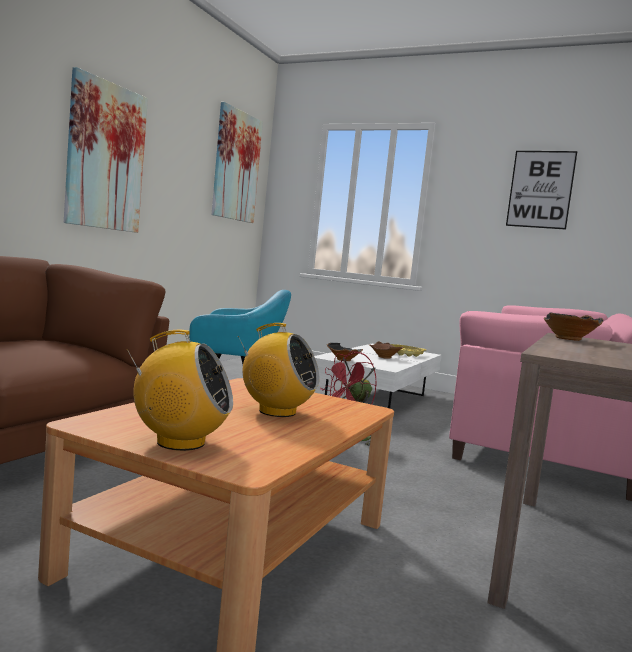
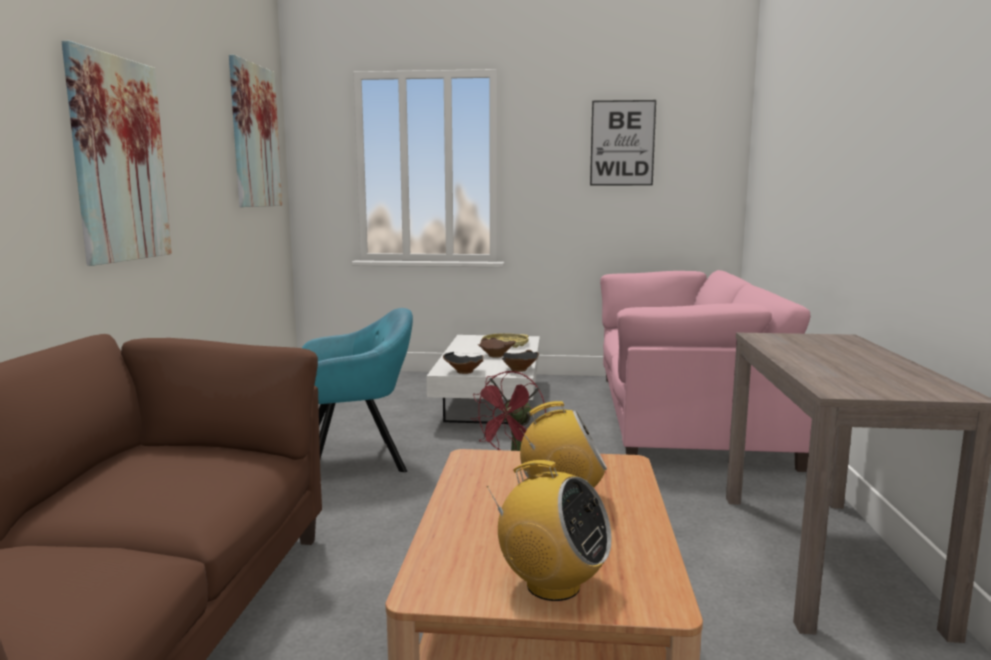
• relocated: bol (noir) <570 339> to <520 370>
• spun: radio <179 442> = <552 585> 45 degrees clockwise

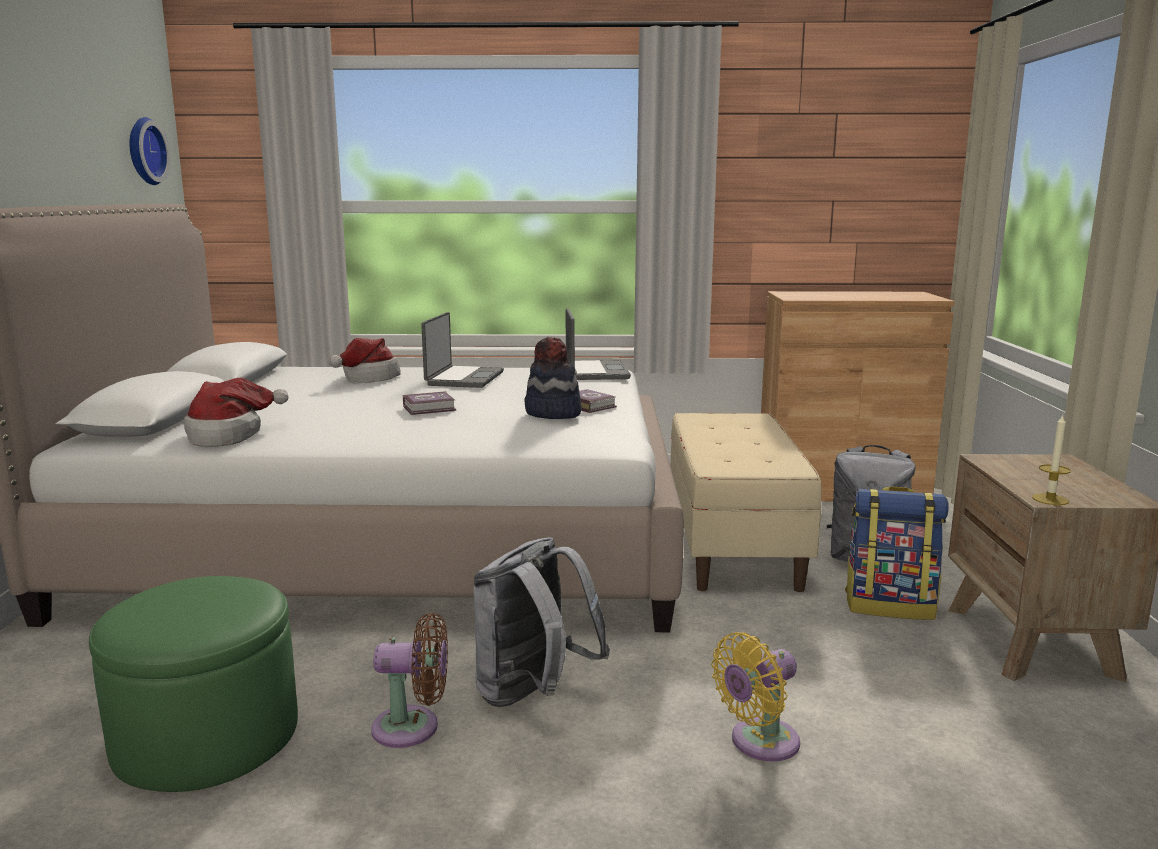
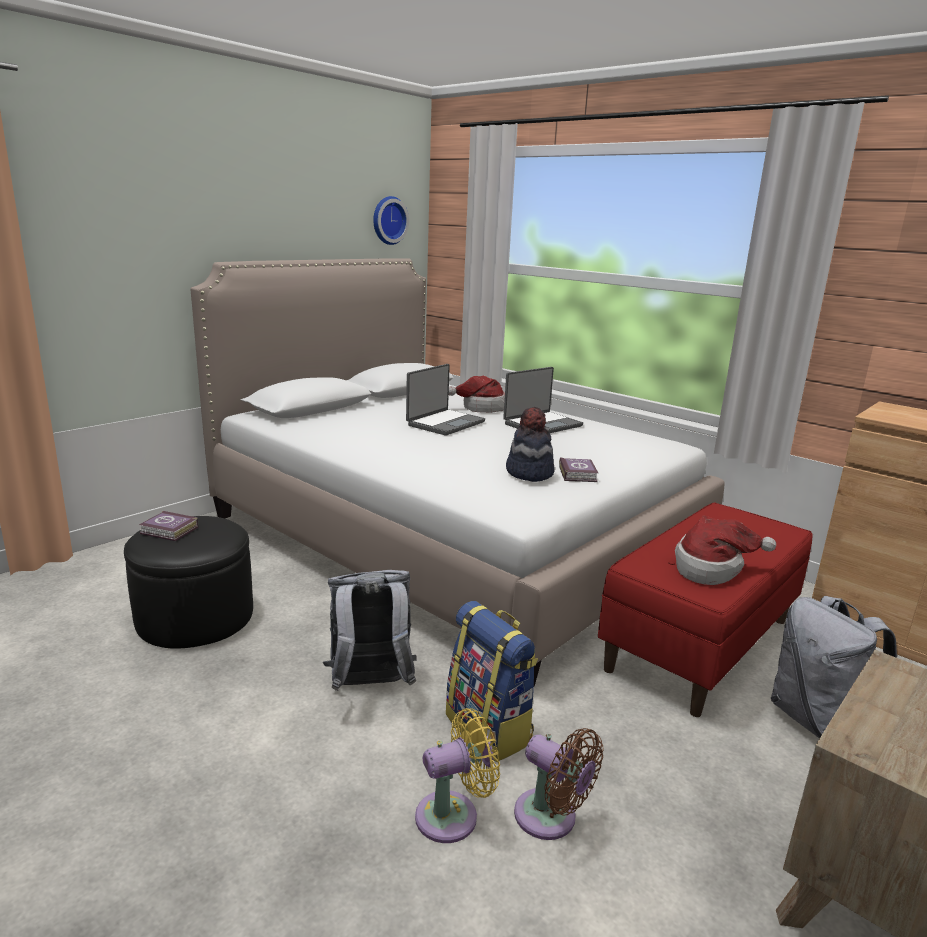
• missing: bougie <1050 499>
• relocated: chapeau <229 435> to <711 568>
• relocated: ventilateur (marron) <413 727> to <551 819>
• relocated: livre <431 408> to <169 531>
• relocated: ordinateur portable <595 372> to <445 423>
• relocated: sac à dos <890 605> to <490 728>
• colour: pouf (vert) <206 736> to pouf (noir) <195 617>
• colour: banc (beige) <732 543> to banc (rouge) <699 643>
• spun: ventilateur (jaune) <759 743> = <453 815> 150 degrees clockwise

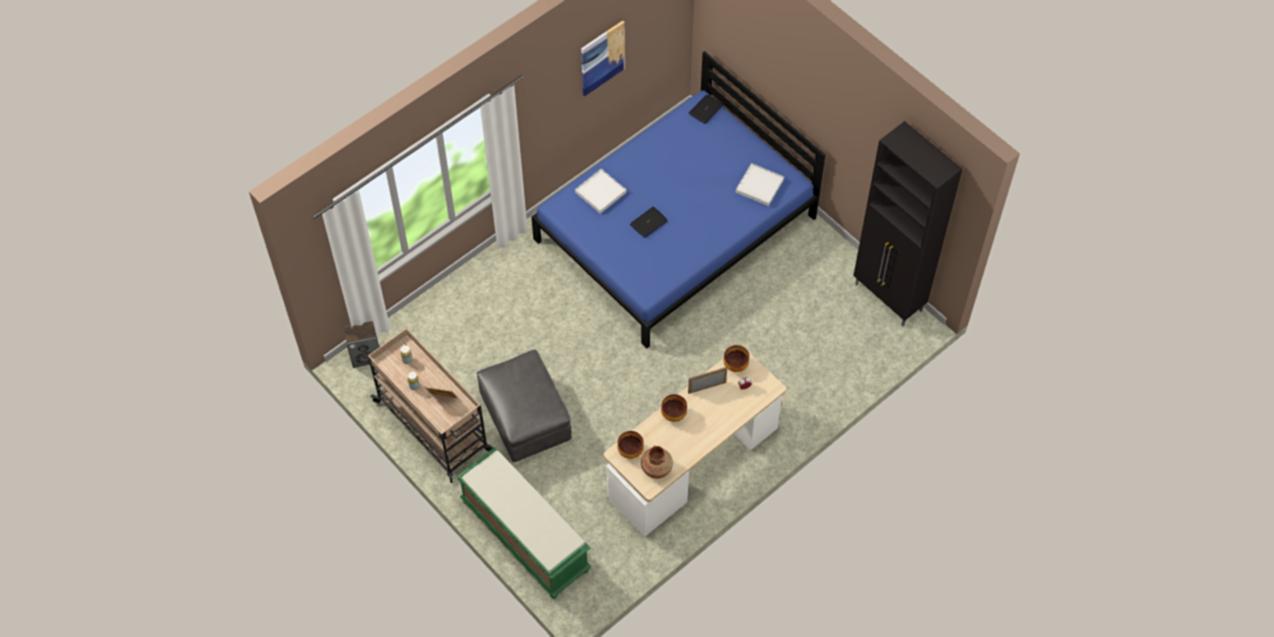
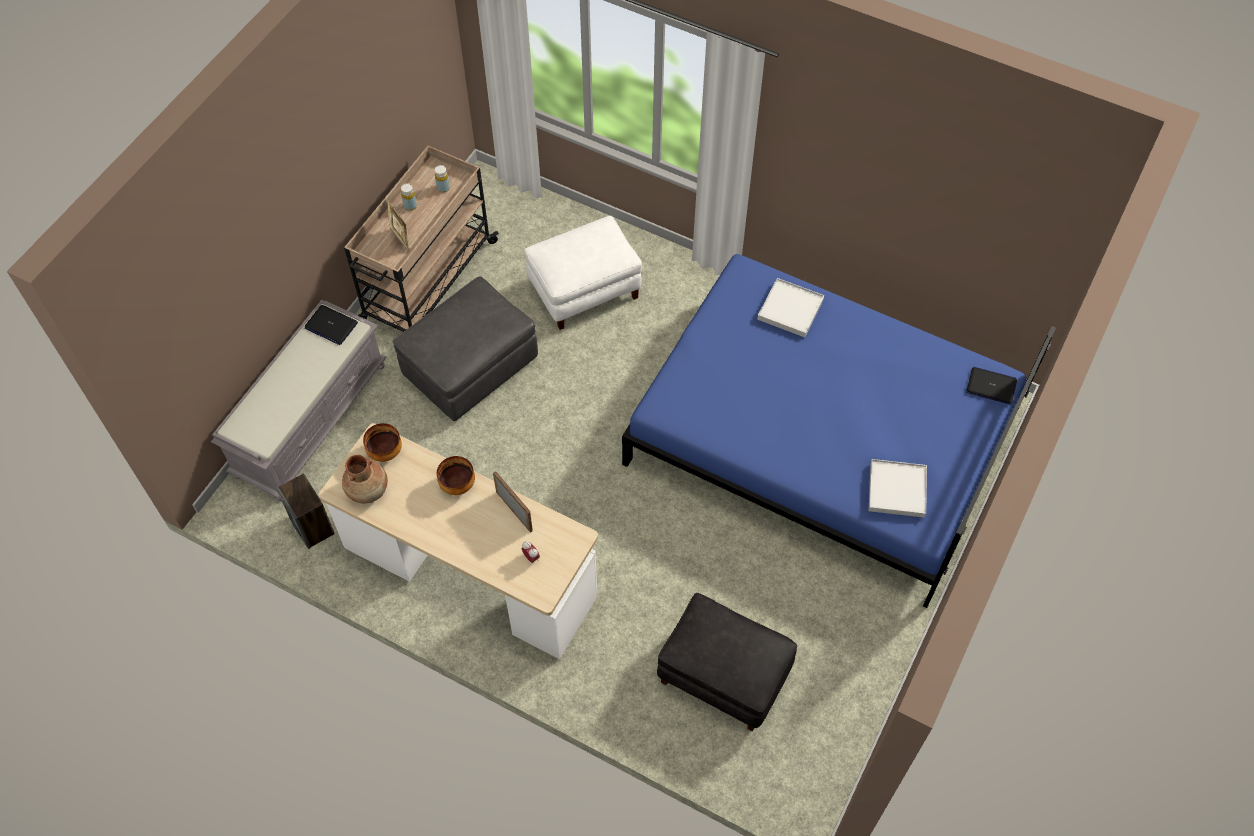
• missing: tableau <602 57>
• missing: bol <735 365>
• missing: meuble de rangement (noir) <888 298>
• appeared: pouf (blanc) <585 289>
• appeared: pouf (noir) <723 675>
• relocated: enceinte <366 356> to <312 526>
• relocated: ordinateur portable <648 223> to <331 325>
• colour: banc (vert) <524 535> to banc (gris) <310 418>

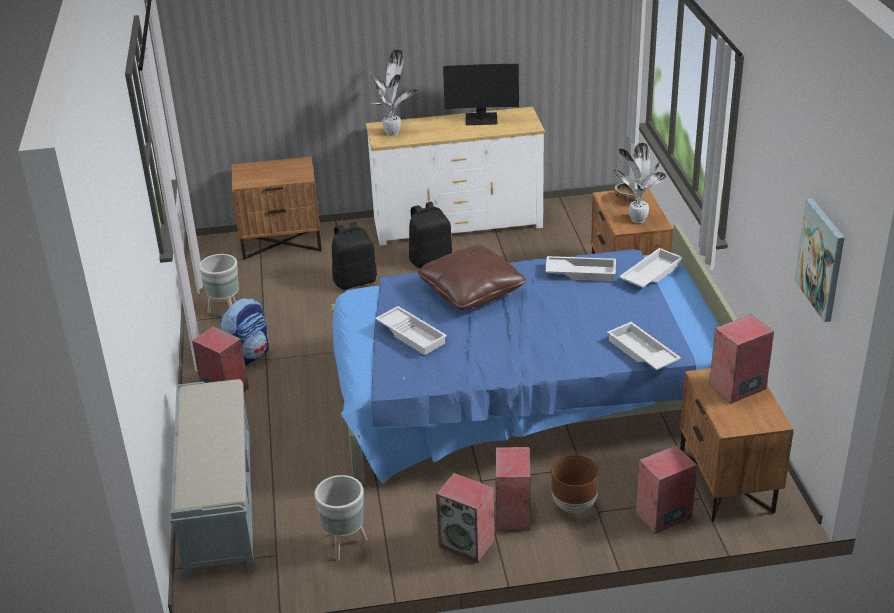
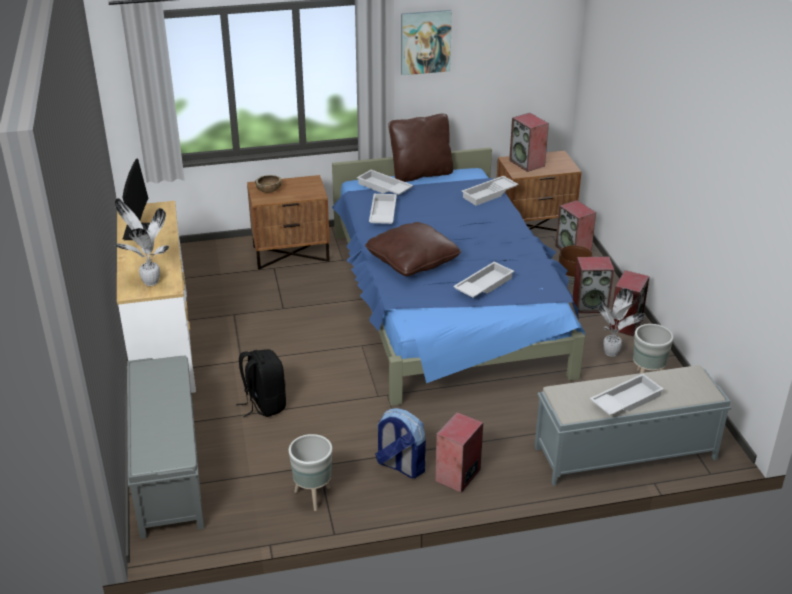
• missing: sac à dos (noir) <430 260>
• appeared: coussin (marron) <421 174>
• appeared: plateau (blanc) <625 400>
• relocated: plante en pot <636 220> to <612 353>
• relocated: tableau <821 259> to <425 42>
• exchanged: table de chevet (marron) <281 242> to banc (gris) <168 469>

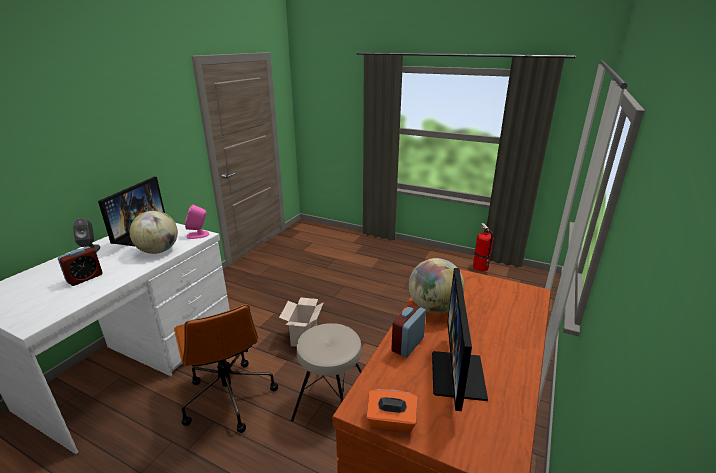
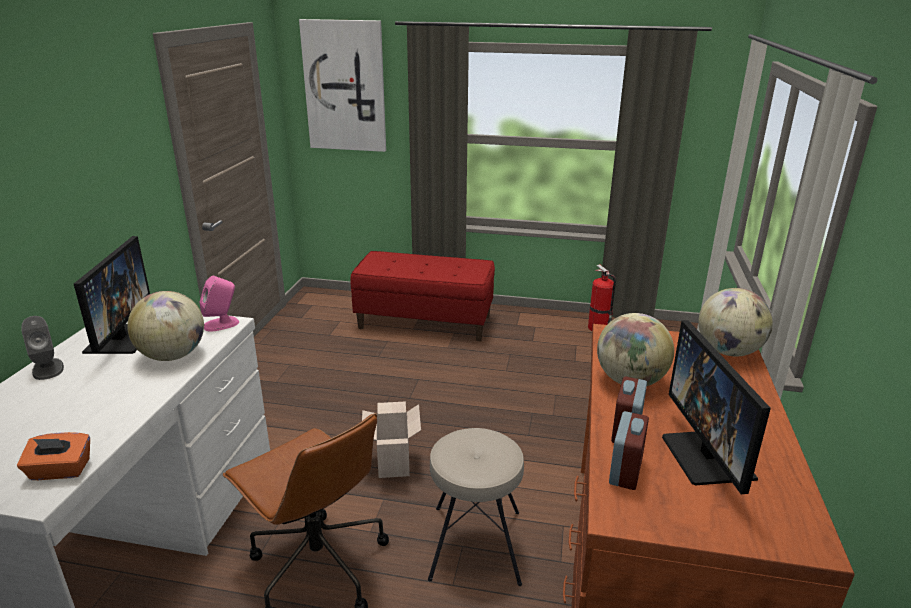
• appeared: tableau <345 86>
• appeared: banc (rouge) <425 322>
• appeared: globe <728 351>
• relocated: réveil <85 278> to <625 471>
• relocated: boîte à mouchoirs (orange) <391 422> to <60 471>

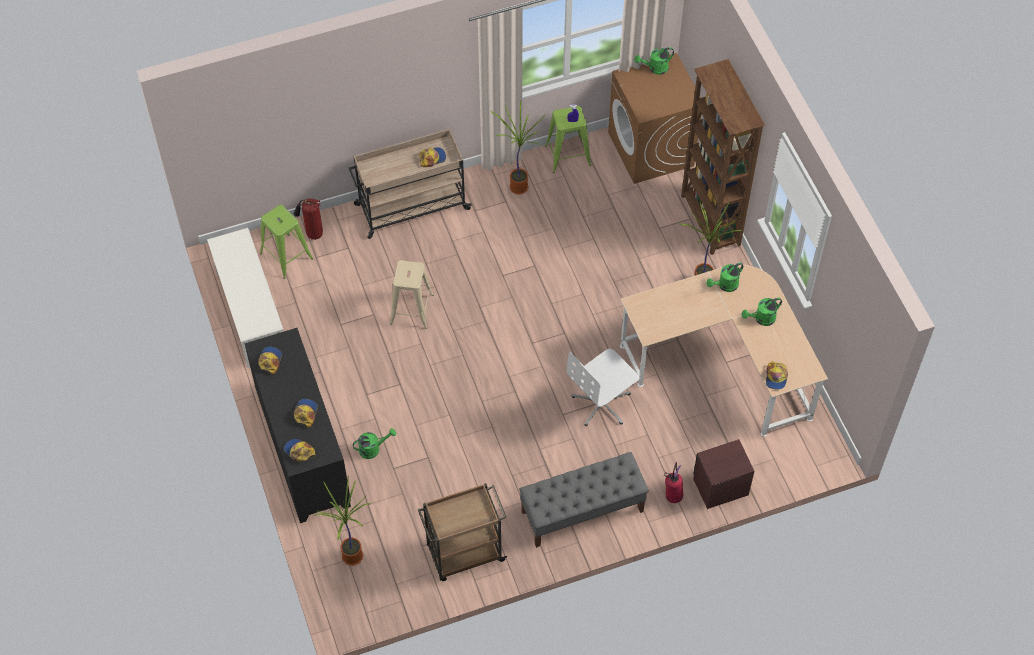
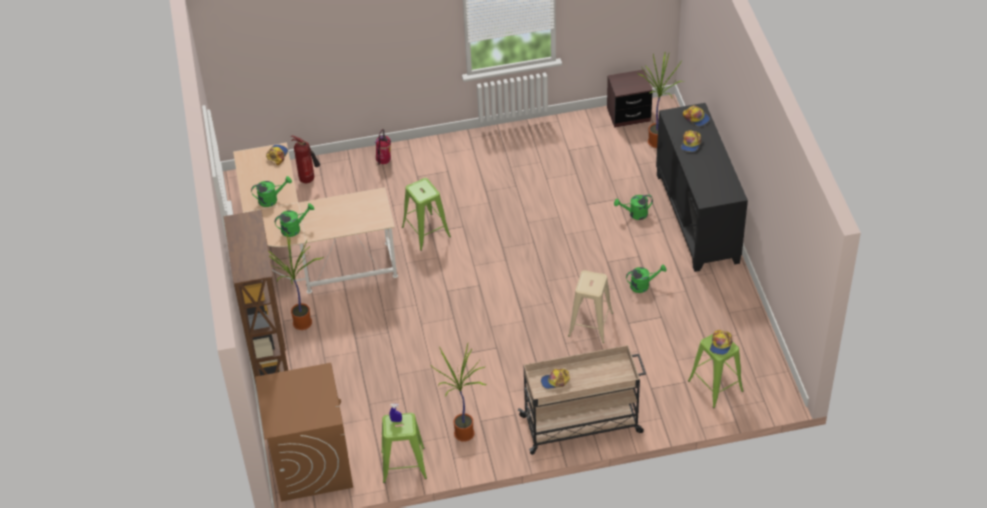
• missing: étagère à chaussures (blanc) <251 314>
• missing: chariot (marron) <464 554>
• missing: banc (gris) <582 512>
• relocated: casquette <270 361> to <721 344>
• relocated: extincteur <312 234> to <309 180>
• relocated: arrosoir (vert) <655 68> to <643 285>
• relocated: table de chevet (marron) <720 486> to <628 115>
• exchanged: chaise de bureau (blanc) <602 403> to tabouret (vert) <426 231>

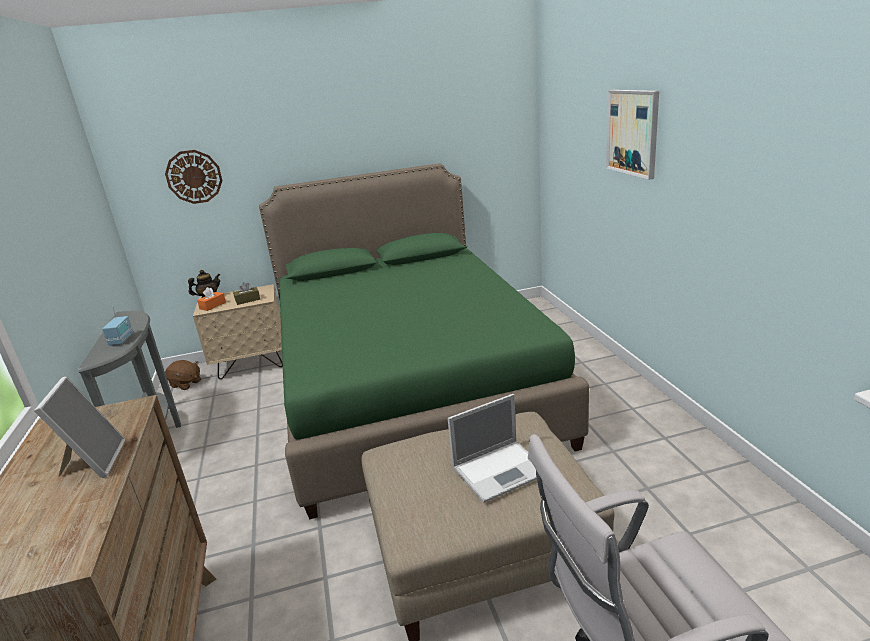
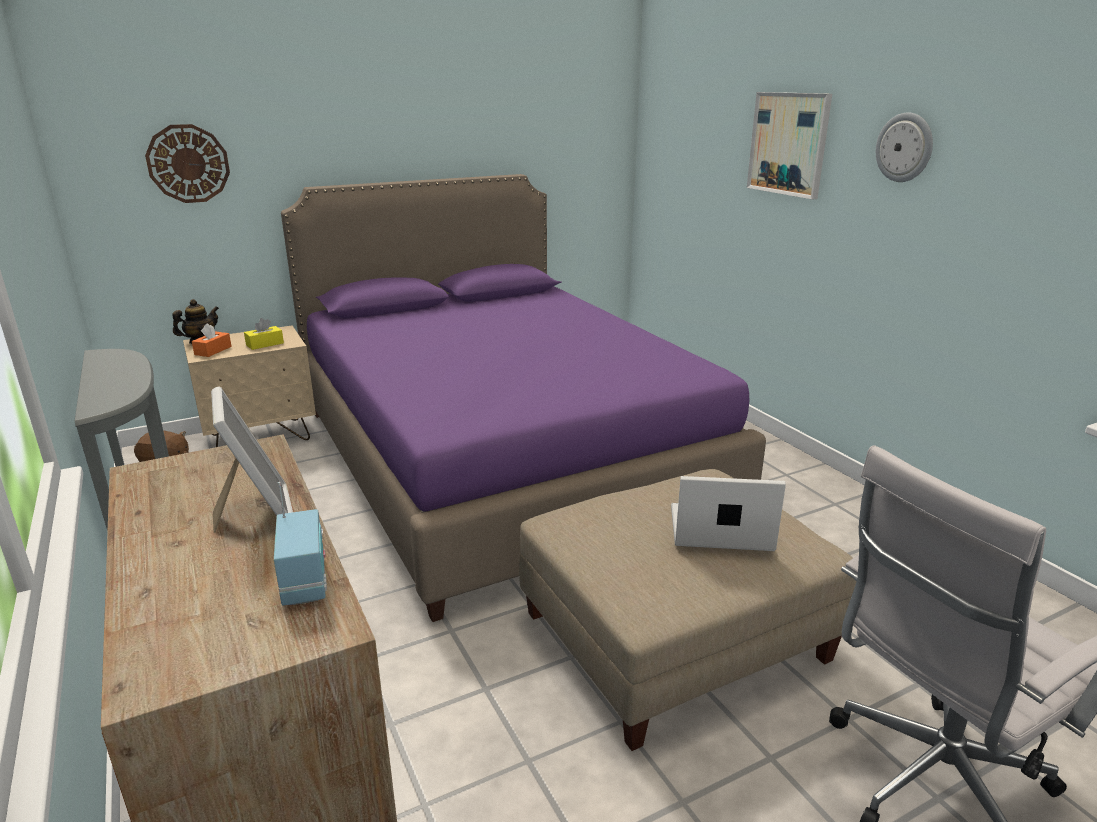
• appeared: horloge murale <905 147>
• relocated: radio <122 340> to <305 581>
• colour: boîte à mouchoirs (marron) <248 300> to boîte à mouchoirs (jaune) <265 344>
• colour: lit (vert) <408 388> to lit (violet) <501 460>
• spun: ordinateur portable <501 470> = <718 529> 135 degrees counterclockwise

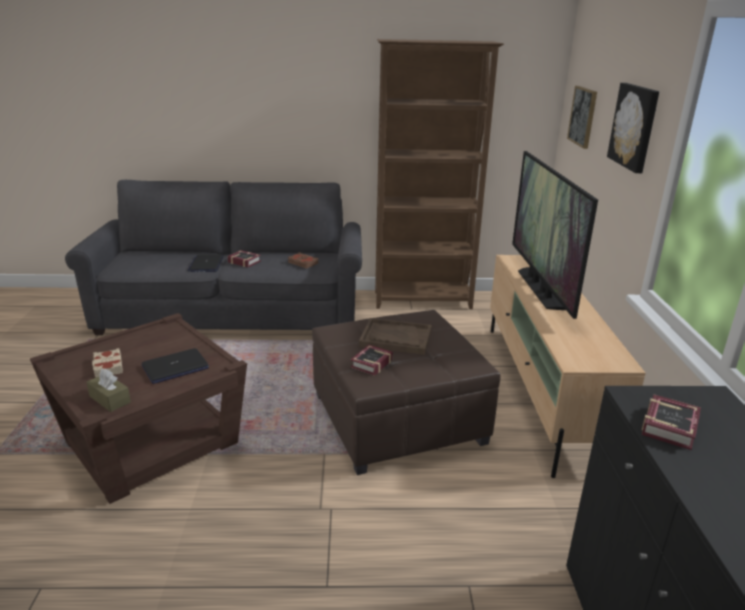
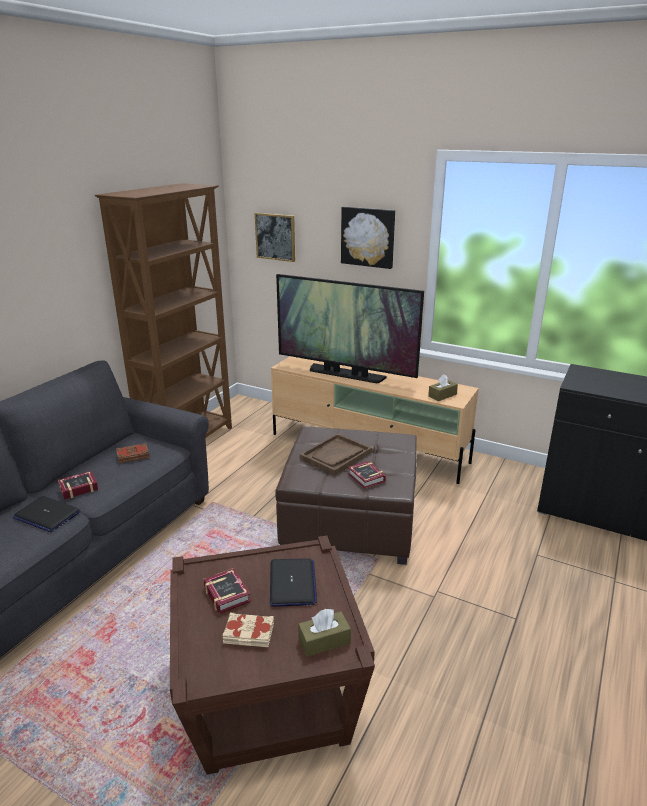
• appeared: boîte à mouchoirs (marron) <442 395>
• relocated: livre <672 426> to <227 592>

